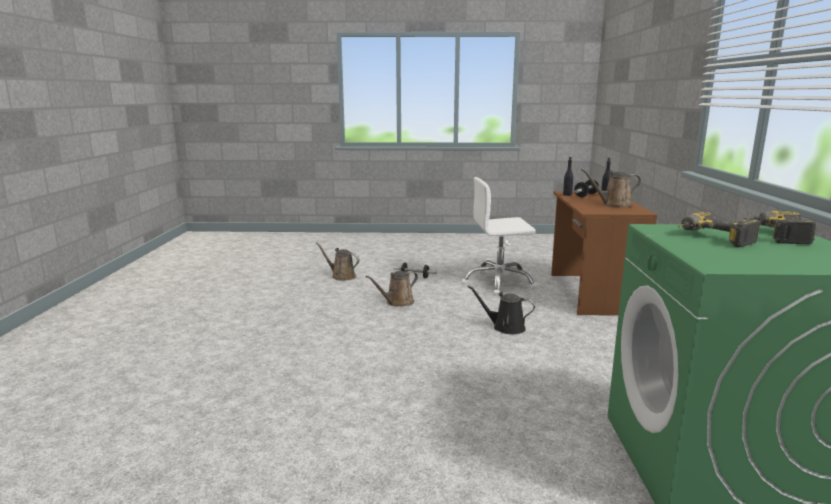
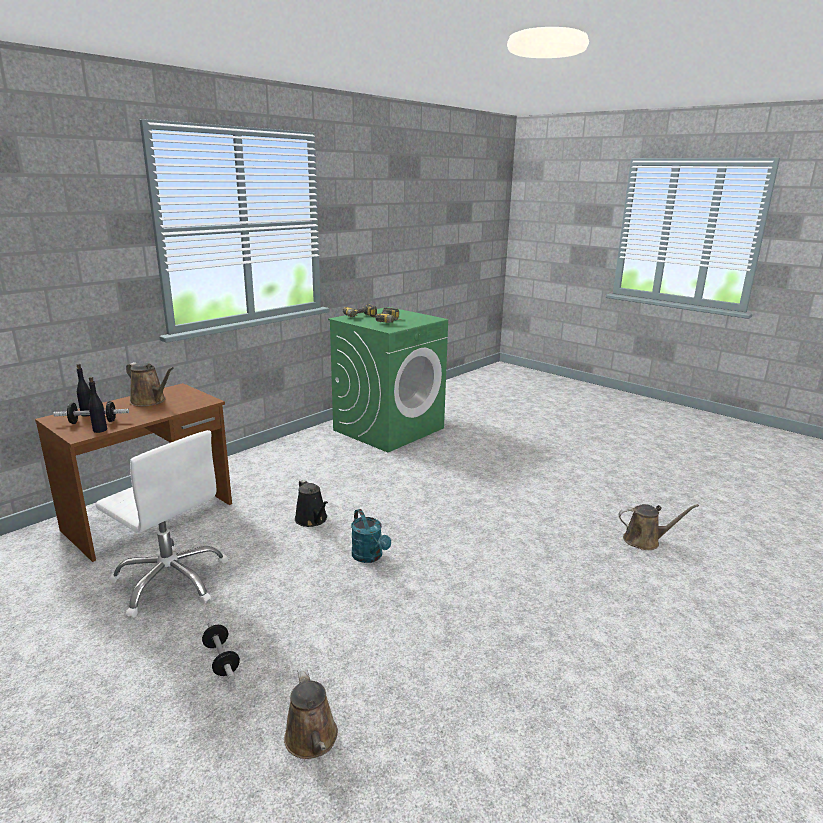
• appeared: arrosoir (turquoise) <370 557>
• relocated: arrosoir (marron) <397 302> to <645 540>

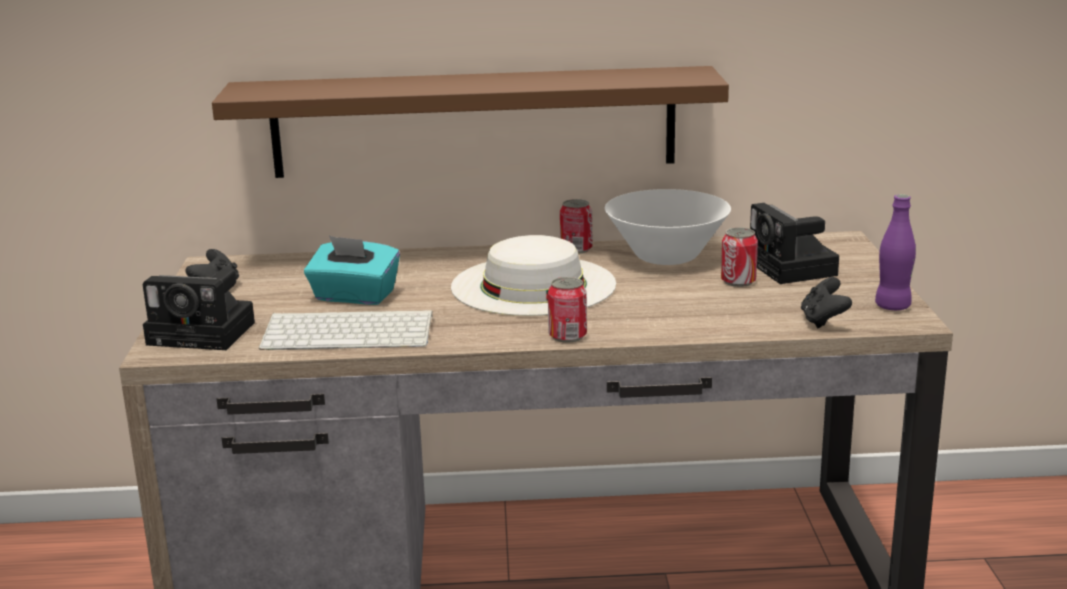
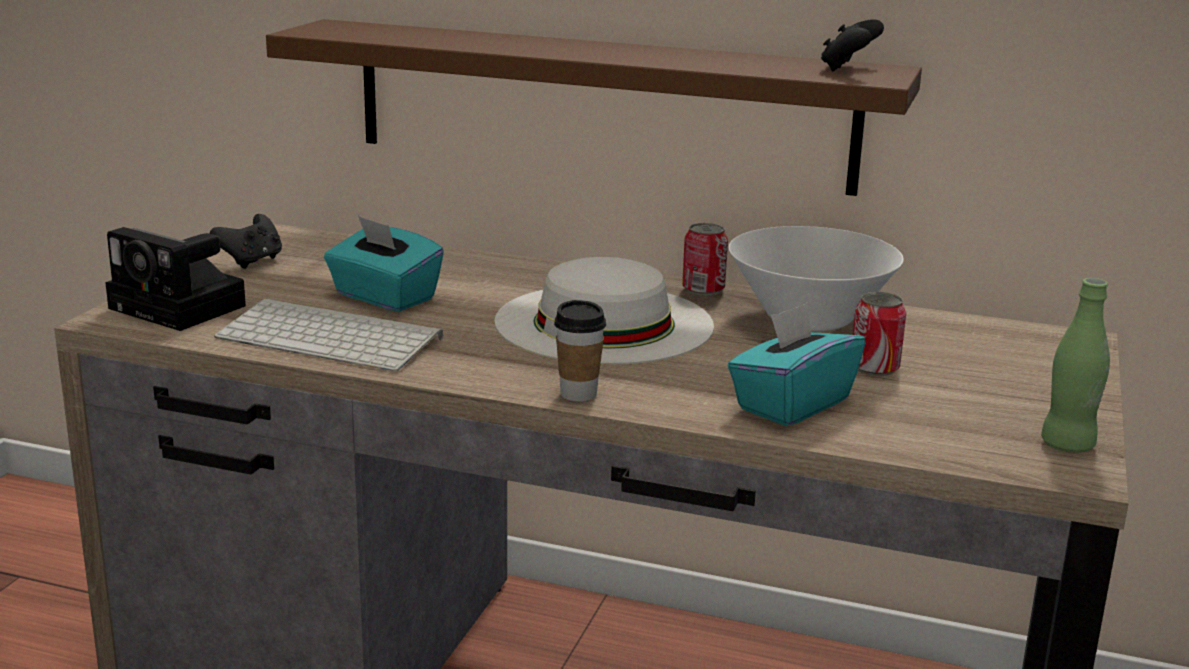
• missing: appareil photo <793 268>
• appeared: boîte à mouchoirs (turquoise) <791 404>
• relocated: manette (noir) <823 321> to <848 68>
• exchanged: boîte métallique <567 336> to tasse <578 394>
• colour: bouteille (violet) <892 306> to bouteille (vert) <1067 445>

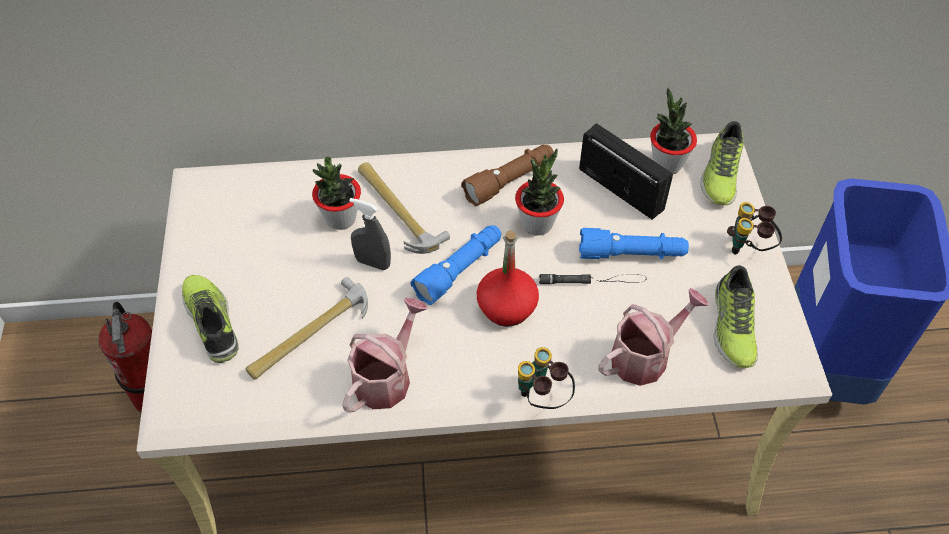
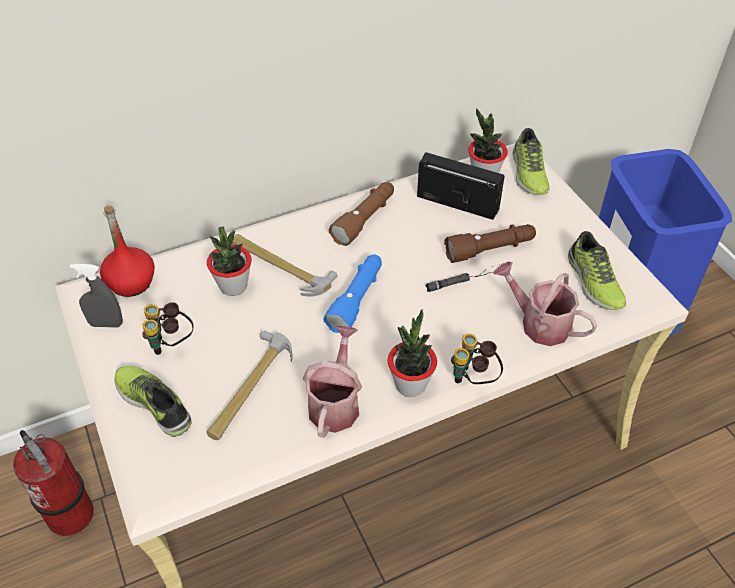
• relocated: vaporisateur (gris) <373 263> to <106 324>
• relocated: bouteille (rouge) <507 307> to <131 282>
• relocated: plante en pot <537 224> to <410 384>
• relocated: jumelles <749 247> to <171 344>
• colour: lampe de poche (bleu) <631 254> to lampe de poche (marron) <490 249>
• spun: arrosoir <645 356> = <539 323> 90 degrees counterclockwise

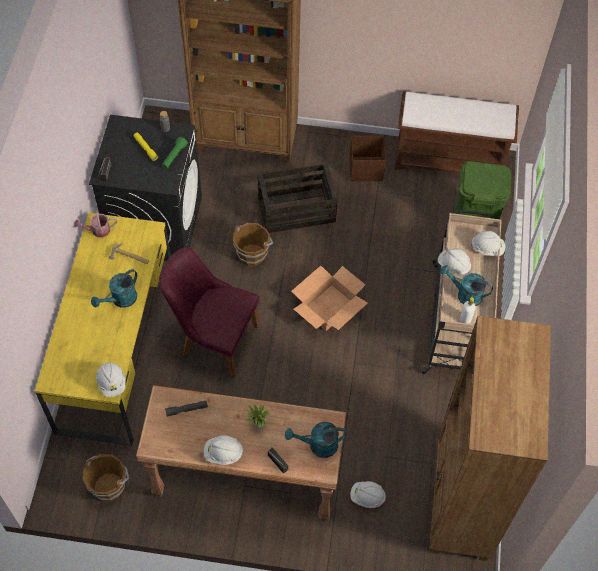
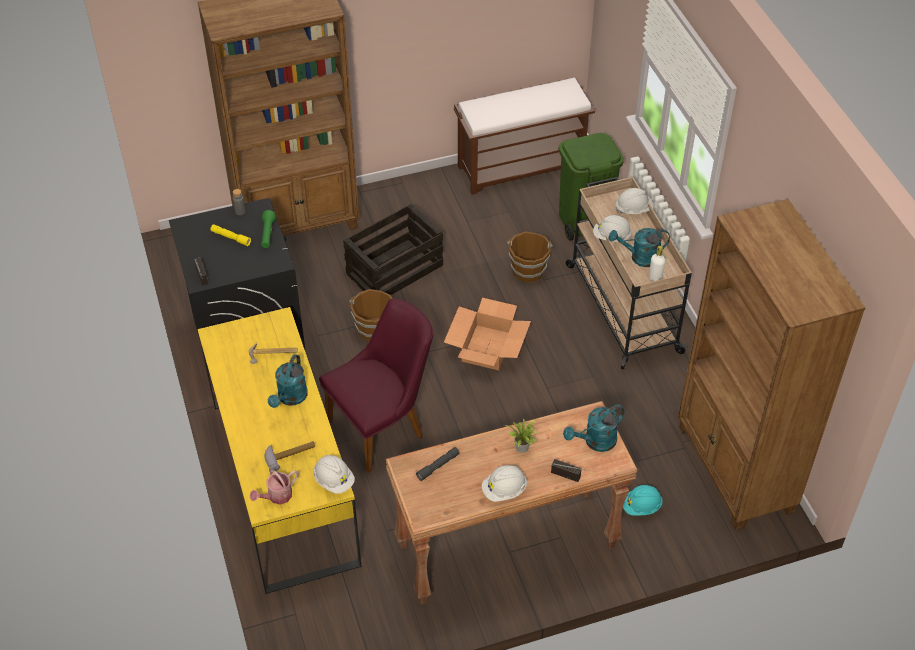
• missing: boîte de rangement (marron) <365 169>
• appeared: marteau <289 454>
• relocated: arrosoir <98 230> to <277 496>
• relocated: seau (marron) <109 485> to <528 270>
• colour: casque de chantier (blanc) <367 497> to casque de chantier (turquoise) <641 507>
• spun: chaise (violet) <213 339> = <383 426> 150 degrees clockwise

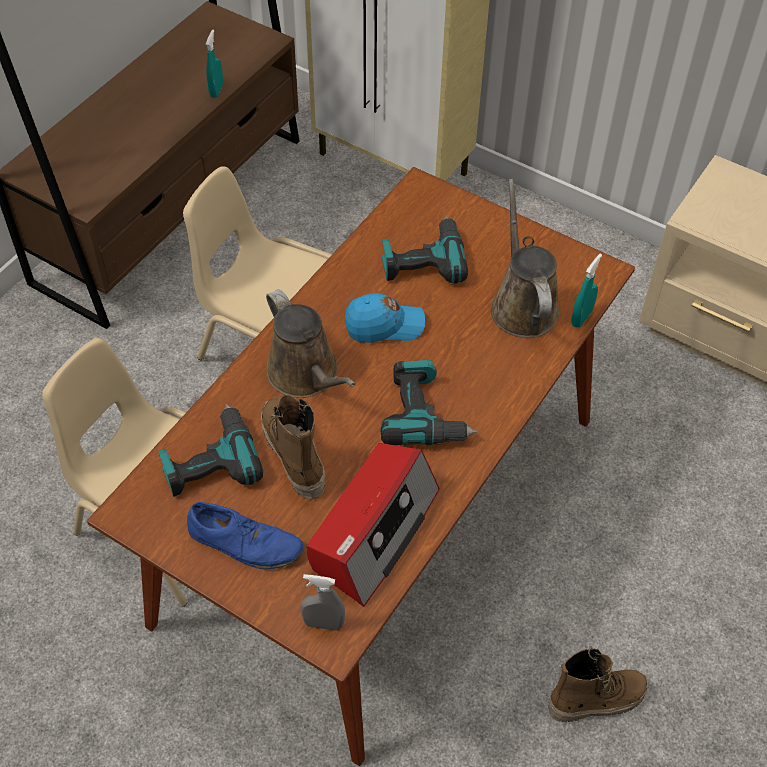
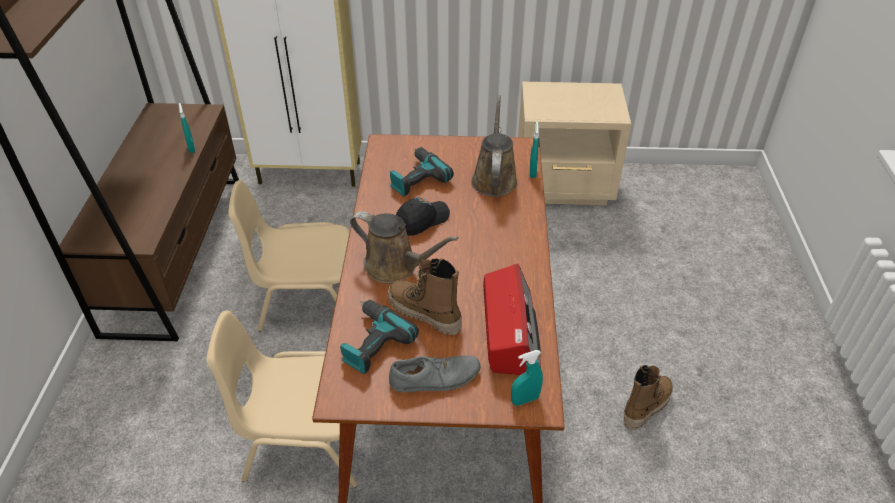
• missing: perceuse <424 414>
• colour: chaussure (bleu) <245 542> to chaussure (gris) <435 378>
• colour: vaporisateur (gris) <323 624> to vaporisateur (turquoise) <525 400>
• colour: casquette (bleu) <384 326> to casquette (noir) <422 220>
• spun: arrosoir (marron) <522 305> = <494 178> 45 degrees clockwise

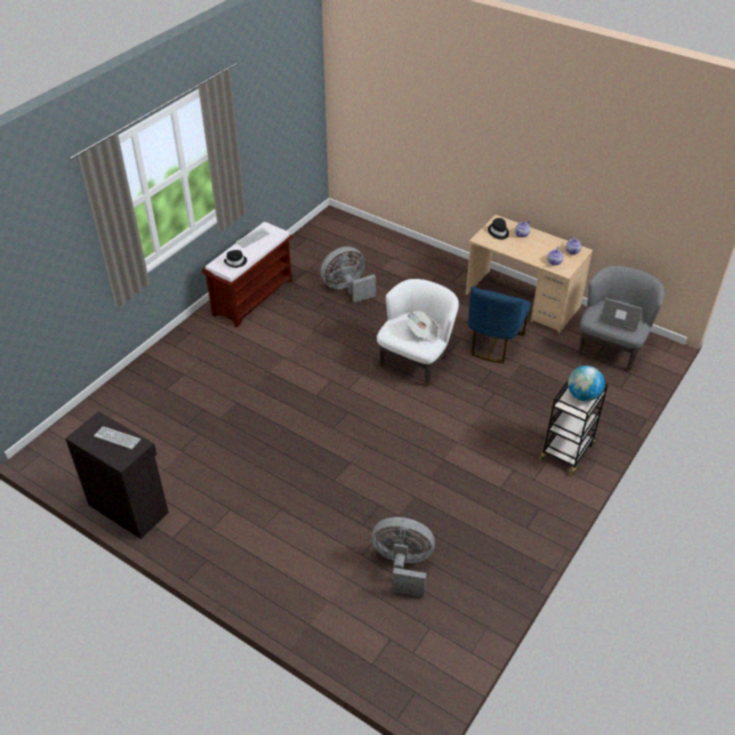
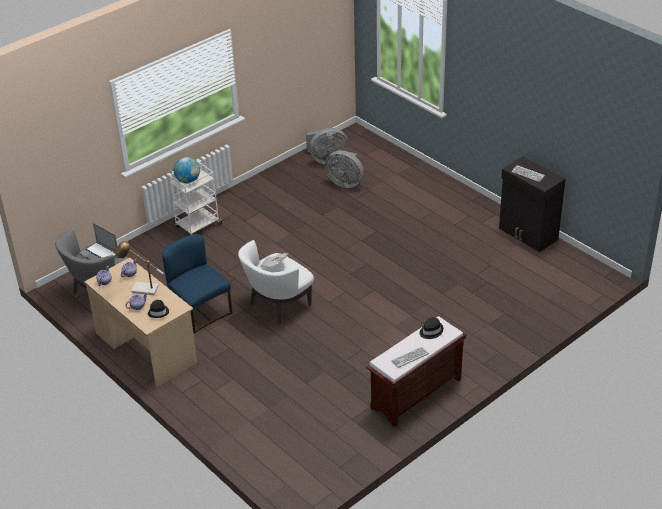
• appeared: lampe de table <141 289>
• relocated: ventilateur (gris) <347 289> to <327 160>
• colour: chariot (noir) <567 451> to chariot (blanc) <198 226>
• spun: chaise (bleu) <494 343> = <200 311> 75 degrees counterclockwise

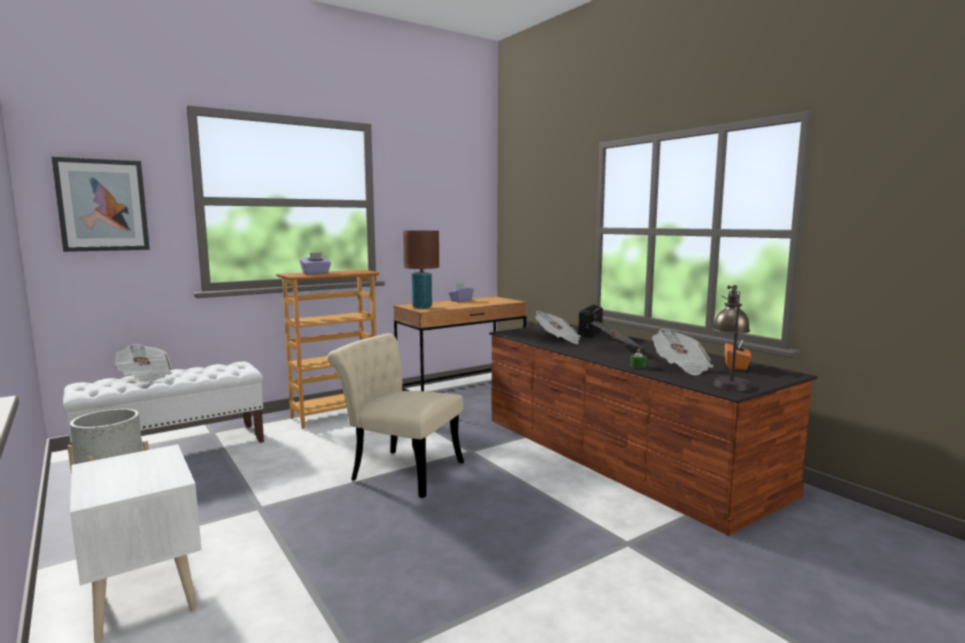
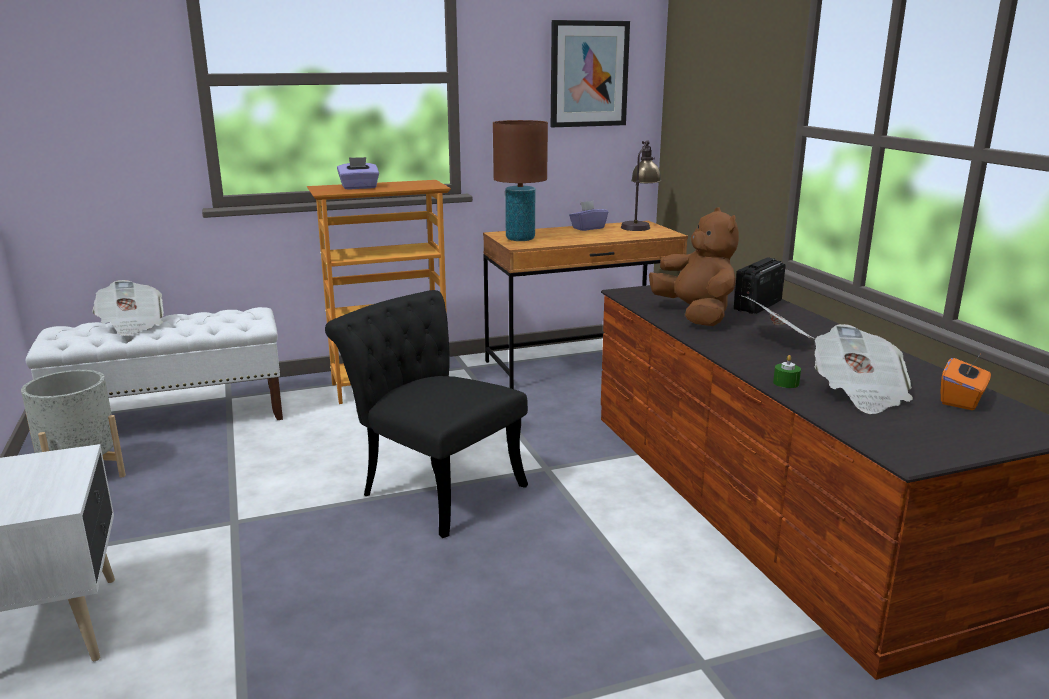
• relocated: tableau <102 205> to <589 74>
• relocated: lampe de table <729 382> to <639 226>
• exchanged: journal <558 340> to peluche (marron) <695 315>
• colour: chaise (beige) <399 470> to chaise (noir) <433 487>

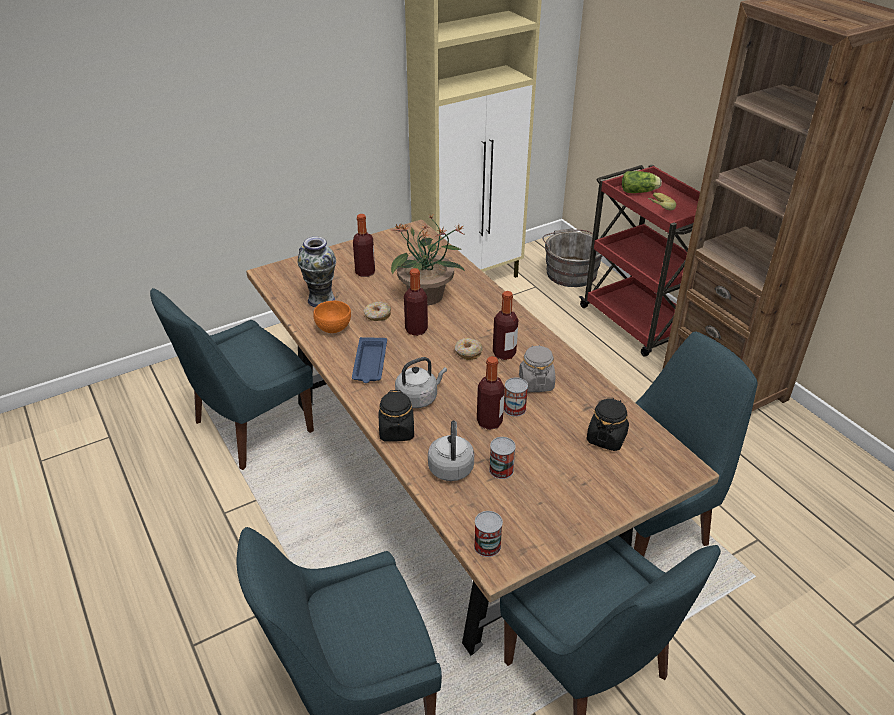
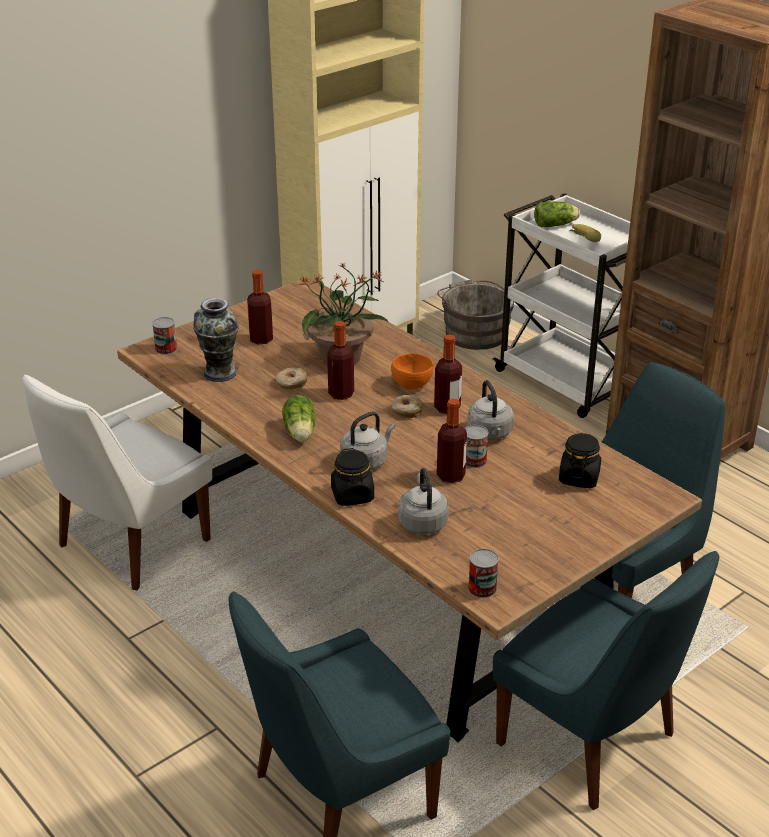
• relocated: bol (orange) <333 329> to <411 385>
• relocated: boîte métallique <501 470> to <166 349>
• exchanged: plateau (bleu) <370 364> to laitue <300 433>
• exchanged: bocal (gris) <536 383> to bouilloire (gris) <490 433>
• colour: chaise (bleu) <249 428> to chaise (blanc) <129 546>
• colour: chariot (rouge) <638 323> to chariot (blanc) <568 382>

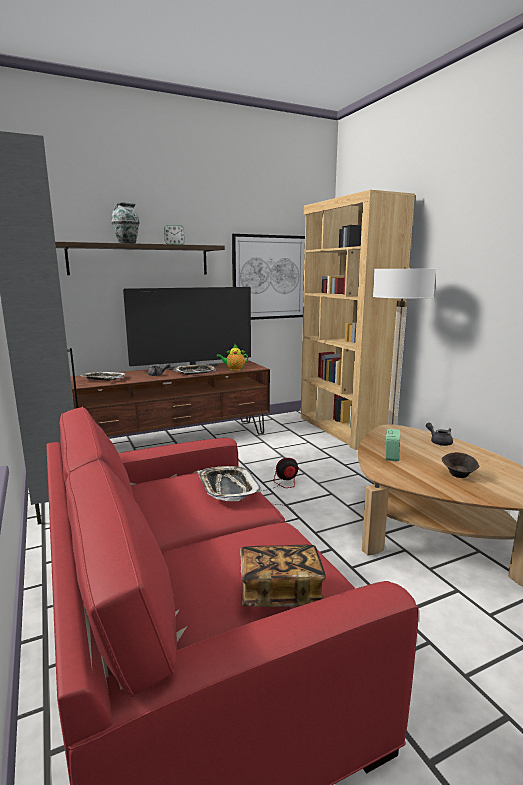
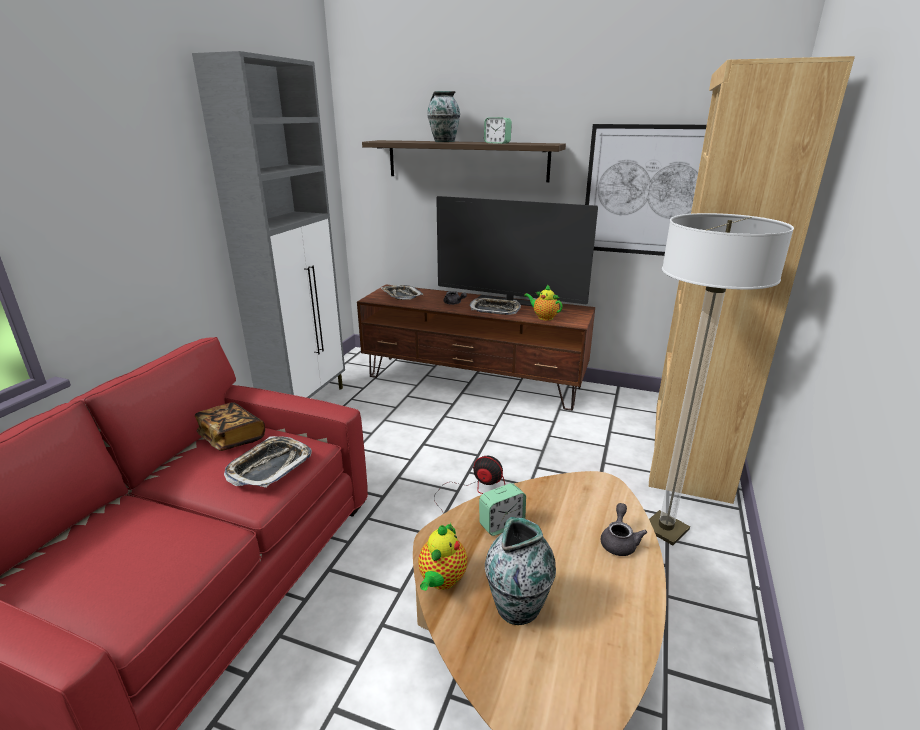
• appeared: théière <441 581>
• relocated: livre <280 591> to <232 438>
• exchanged: bol (marron) <459 475> to vase <518 606>

